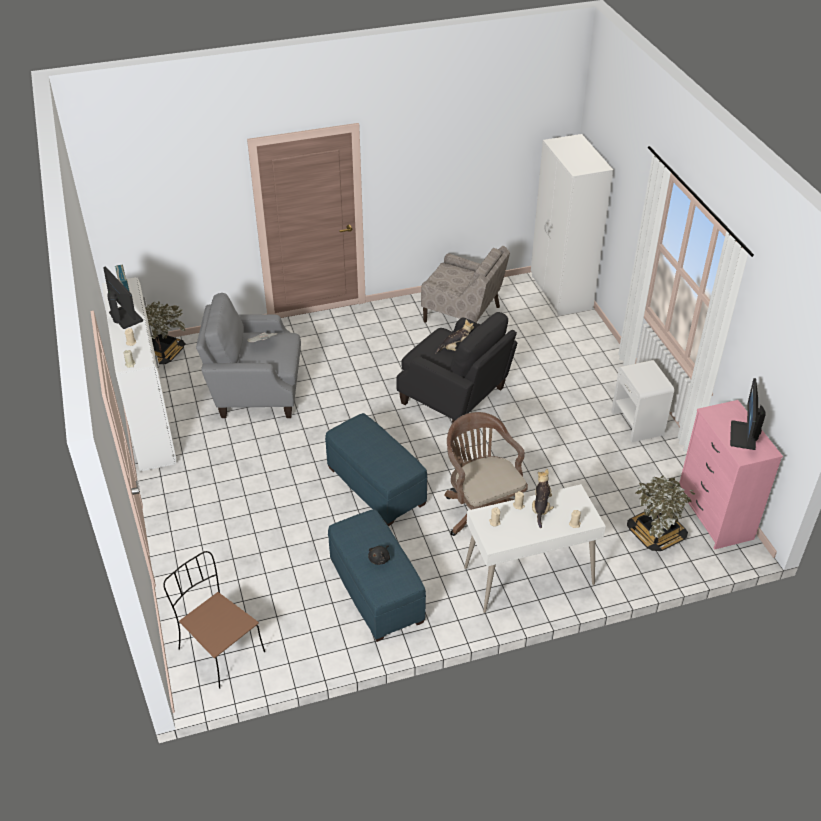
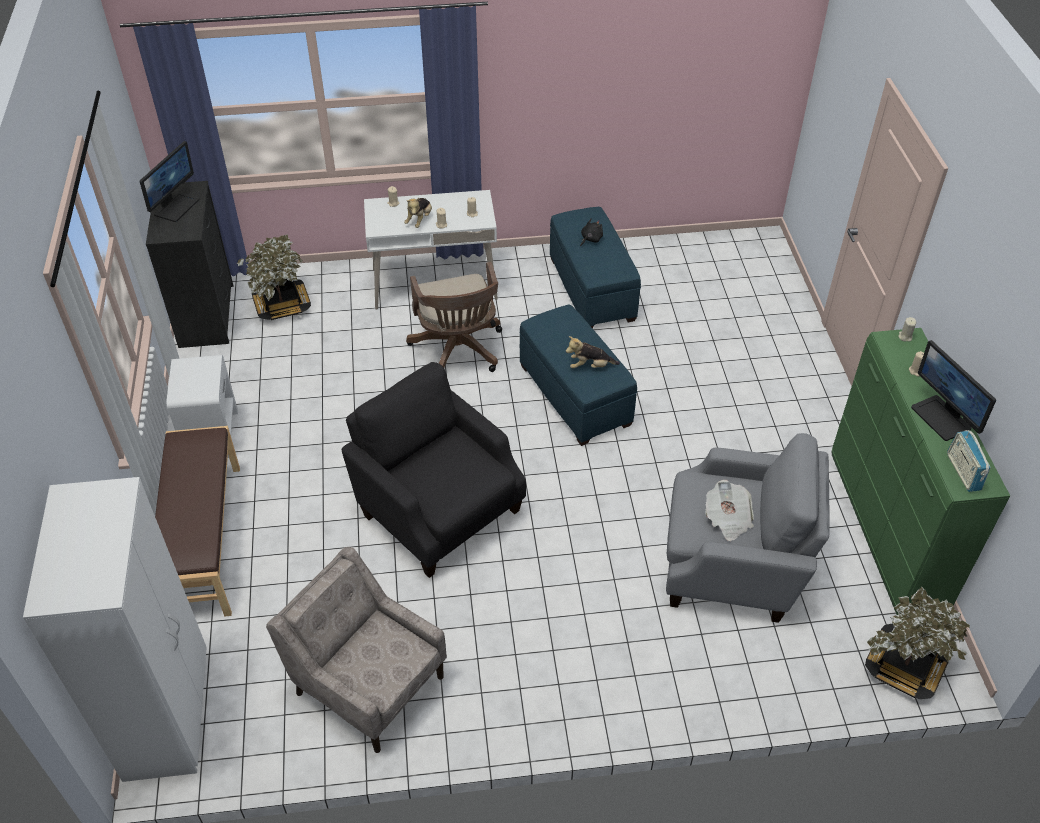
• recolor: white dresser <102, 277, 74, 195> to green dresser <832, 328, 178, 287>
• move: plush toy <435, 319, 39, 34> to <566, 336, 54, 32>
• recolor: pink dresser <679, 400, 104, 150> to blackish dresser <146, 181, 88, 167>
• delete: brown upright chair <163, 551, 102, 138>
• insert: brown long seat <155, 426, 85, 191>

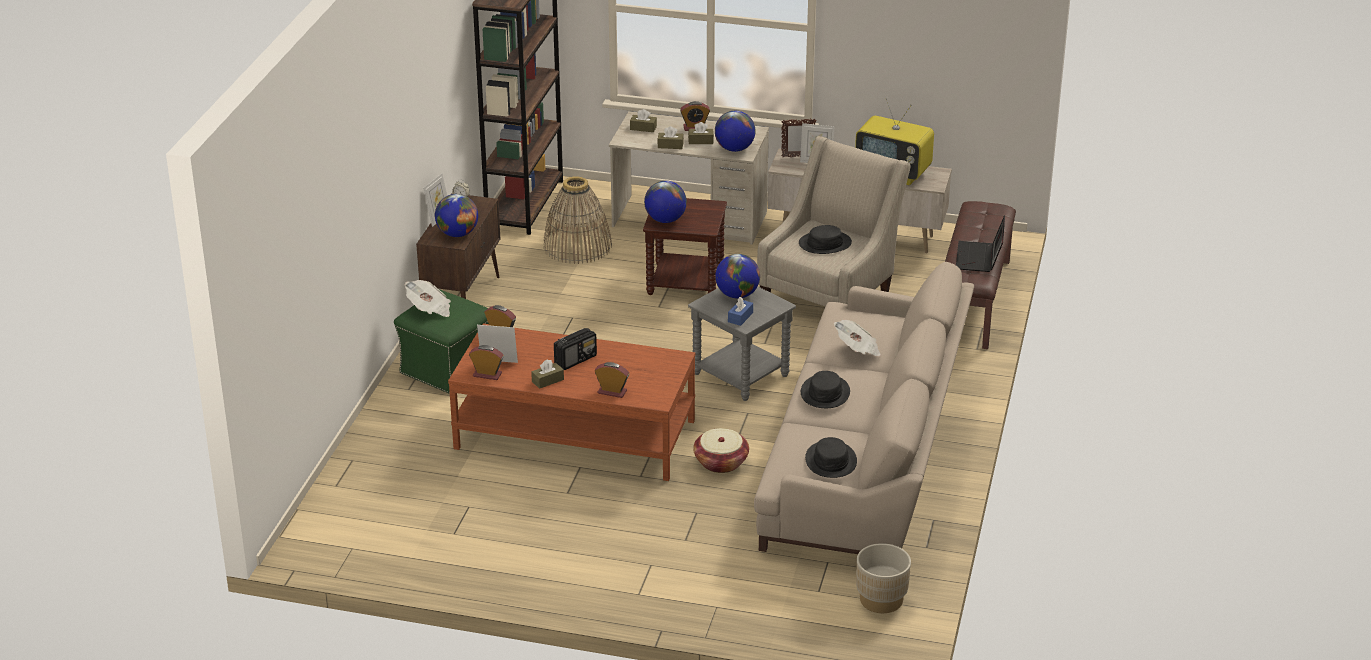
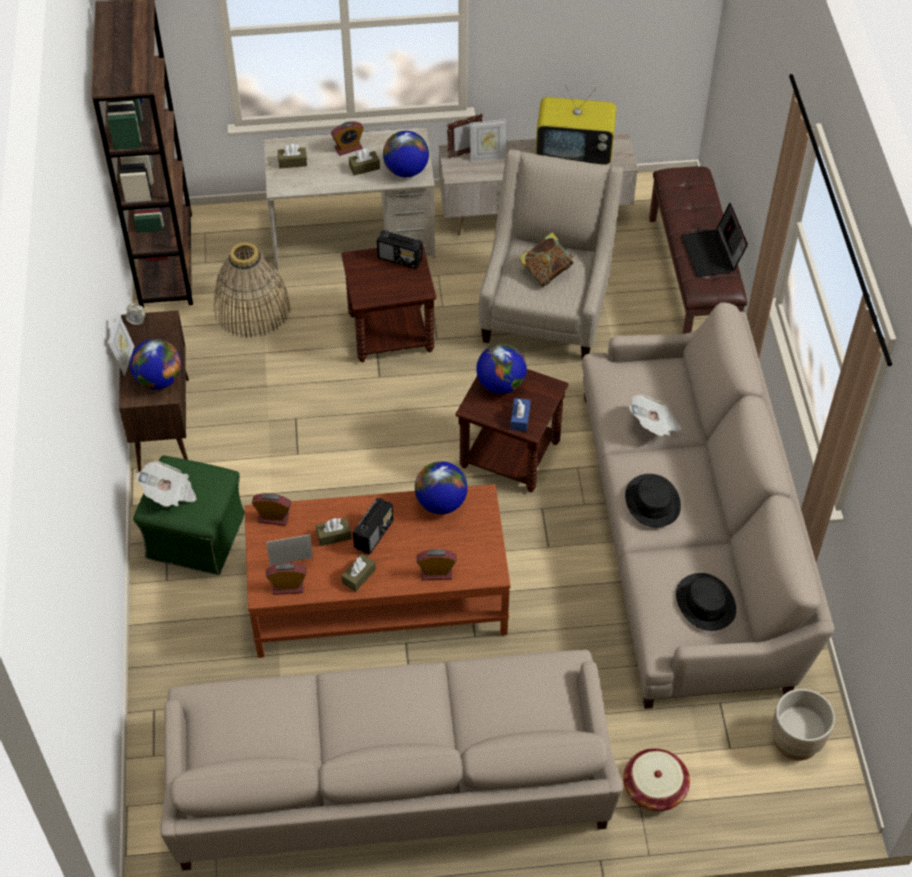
• move: brown tissue holder <657, 126, 27, 23> to <316, 518, 36, 28>
• move: desk globe <644, 181, 43, 42> to <415, 461, 53, 53>
• replace: blackish wearable hat <799, 225, 53, 29> to book <519, 232, 55, 55>
• recolor: greyish side table <688, 287, 108, 114> to brown side table <455, 369, 113, 123>
• move: basket <693, 428, 56, 45> to <623, 748, 67, 63>
• insert: radio receiver <377, 230, 46, 39>
• insert: beige couch <160, 650, 463, 221>

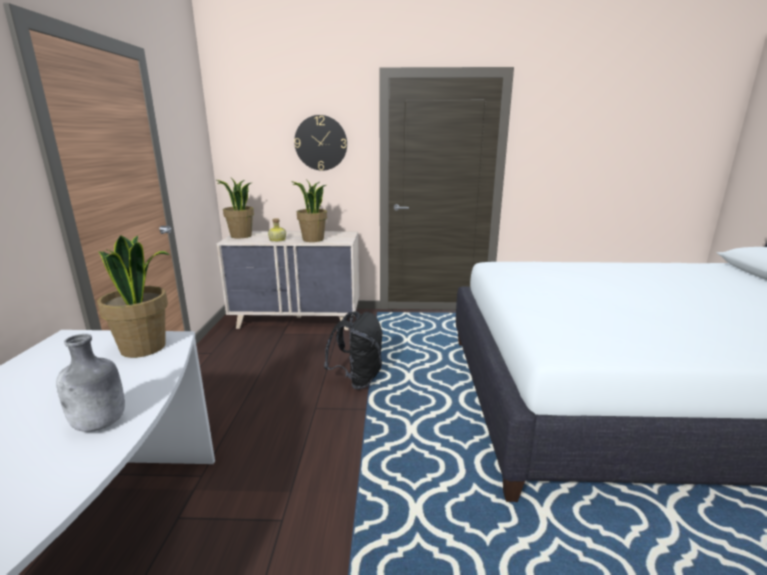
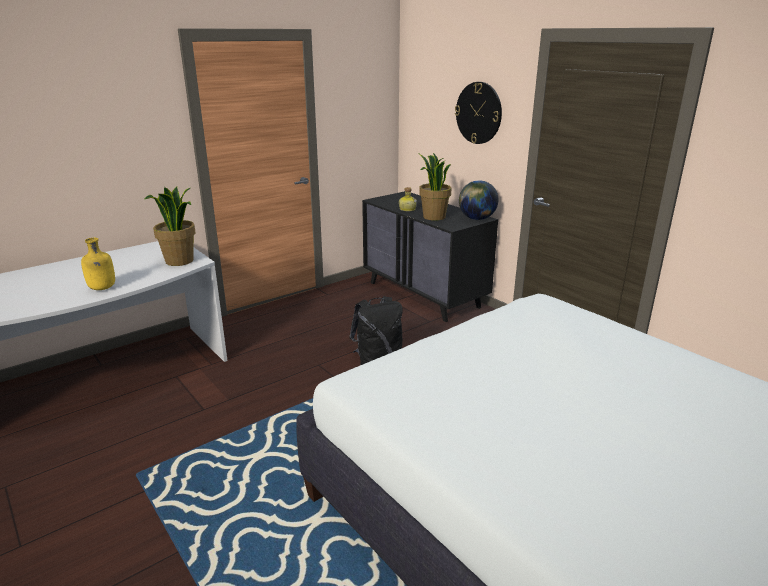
• delete: potted plant <217, 178, 37, 60>
• recolor: beige dresser <217, 231, 142, 99> to blackish dresser <362, 191, 136, 131>
• recolor: greyish bottle <56, 334, 69, 98> to yellow-coloured bottle <81, 238, 34, 52>
• insert: desk globe <459, 180, 40, 40>

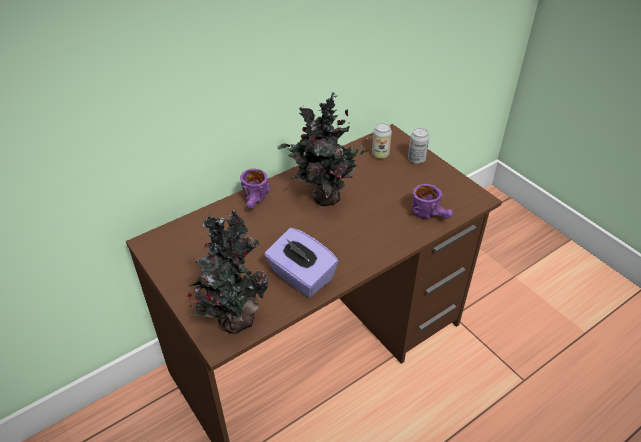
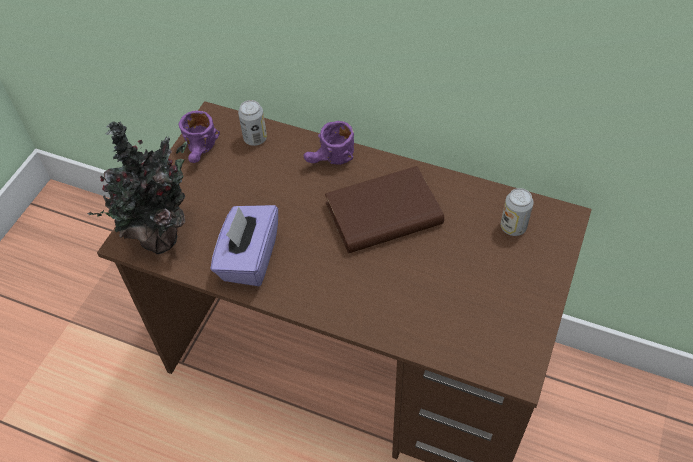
• replace: potted plant <277, 92, 94, 114> to brown book <325, 166, 119, 87>
• move: metal can <408, 128, 21, 36> to <238, 100, 29, 46>
• move: purple mug <412, 184, 41, 35> to <178, 110, 42, 53>

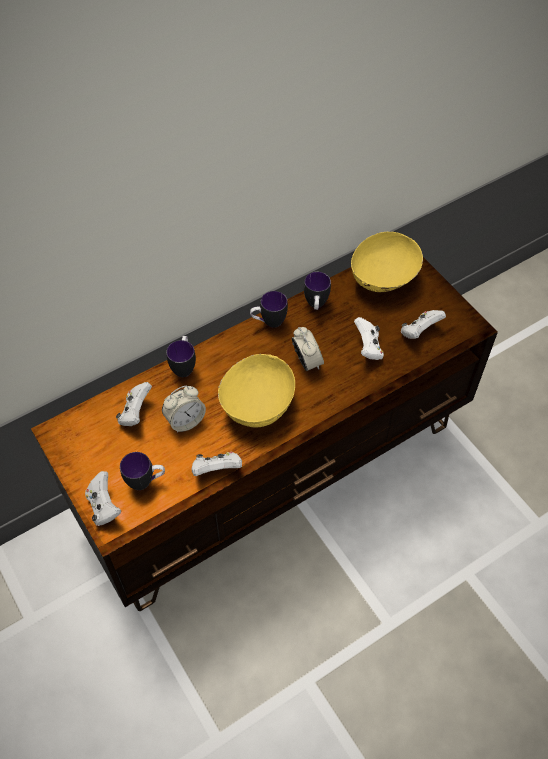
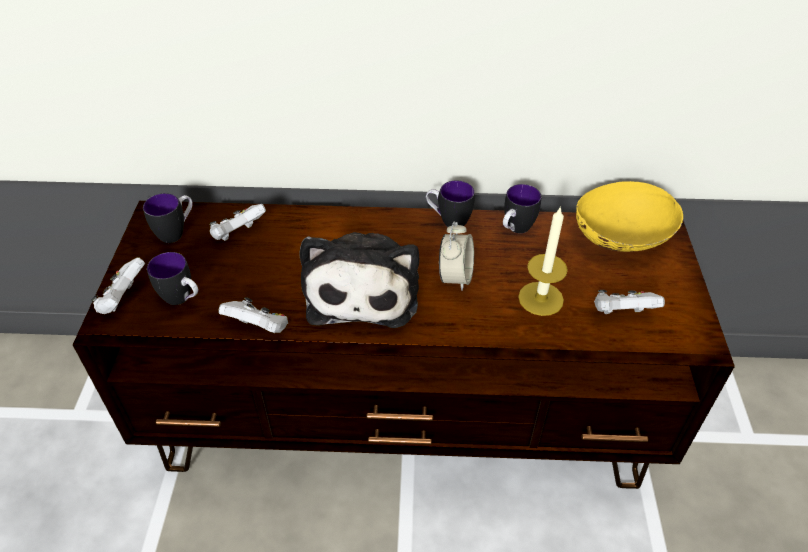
• replace: white gamepad <354, 317, 30, 43> to candle <518, 206, 50, 110>
• move: mug <166, 336, 30, 41> to <143, 193, 50, 50>
• replace: yellow-coloured bowl <218, 354, 77, 74> to plush toy <300, 232, 119, 96>
• delete: table clock <162, 386, 44, 47>

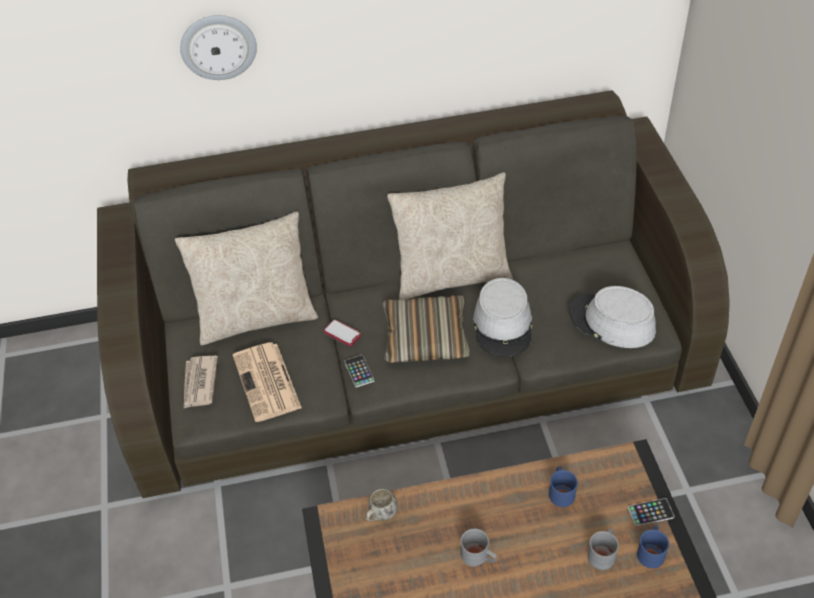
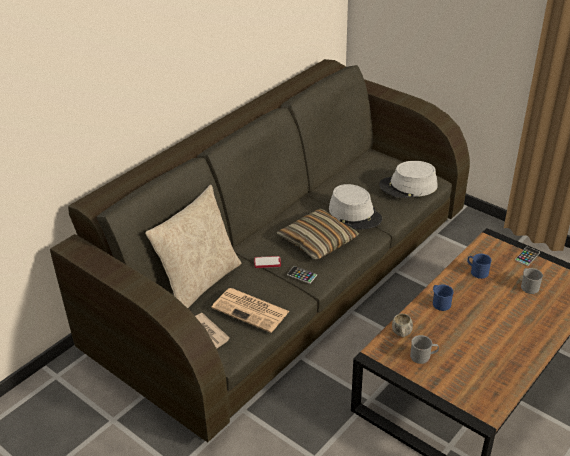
• delete: clock on the wall <180, 15, 77, 65>
• delete: beige cushion <387, 172, 126, 128>
• move: bluish mug <637, 525, 32, 43> to <433, 284, 21, 27>
• move: greyish mug <460, 529, 37, 38> to <410, 335, 29, 29>

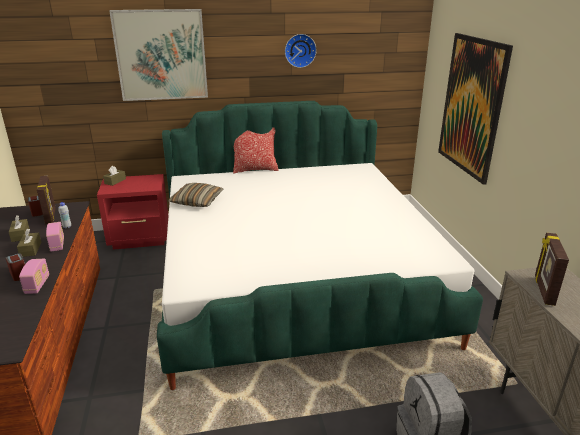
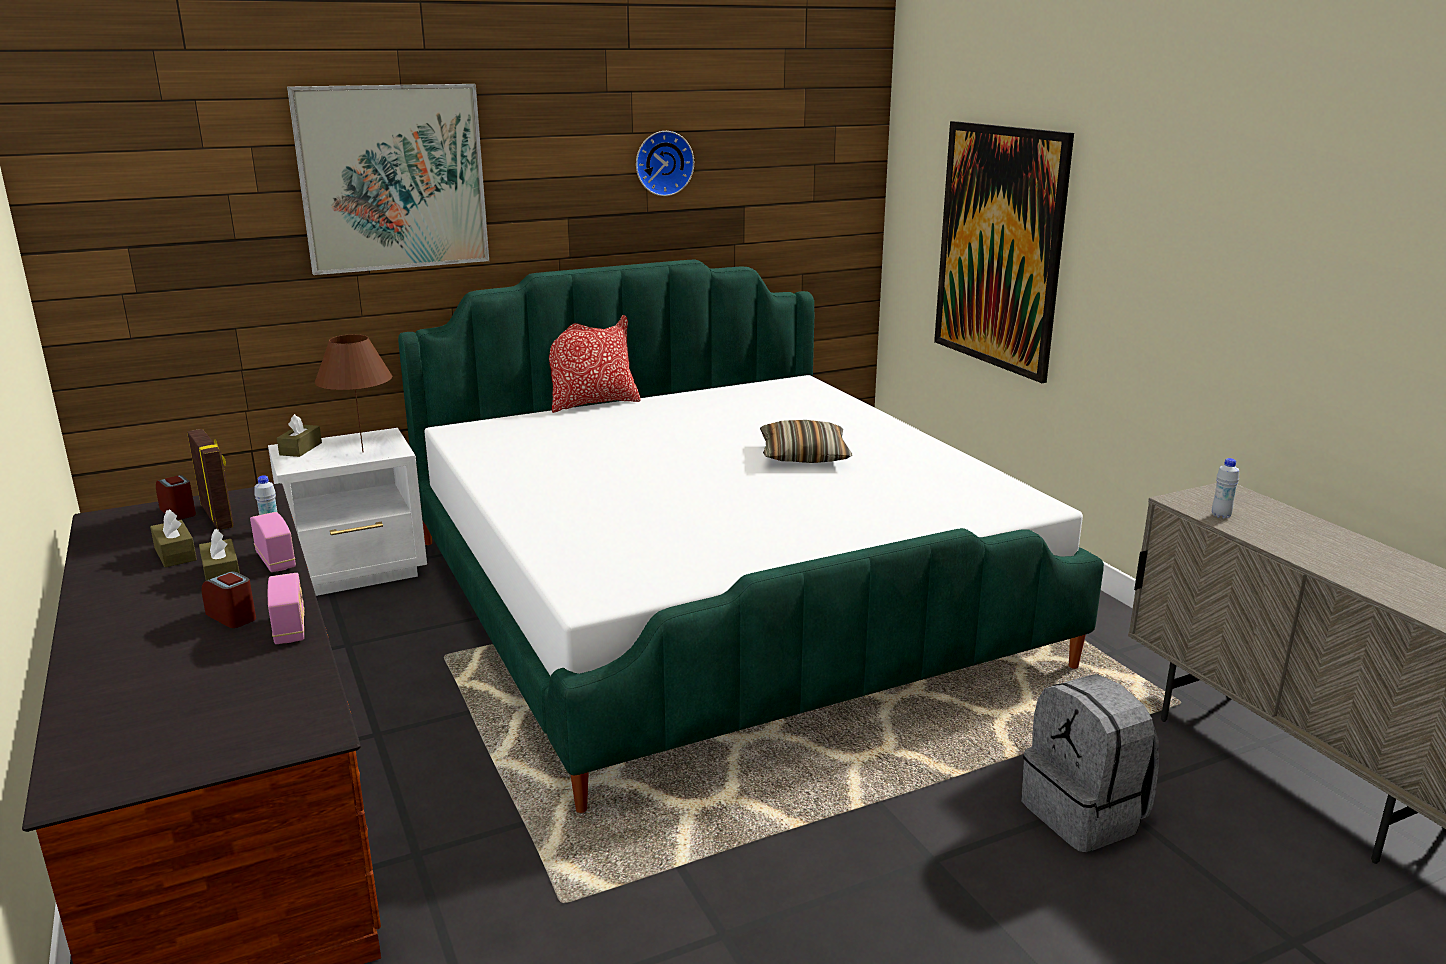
• recolor: red-coloured bedside table <97, 174, 72, 76> to white bedside table <268, 428, 159, 168>
• move: cushion <168, 183, 55, 24> to <760, 420, 92, 43>
• replace: standing frame <535, 233, 34, 73> to white bottle <1212, 458, 27, 61>
• insert: brown tabletop lamp <315, 334, 77, 118>

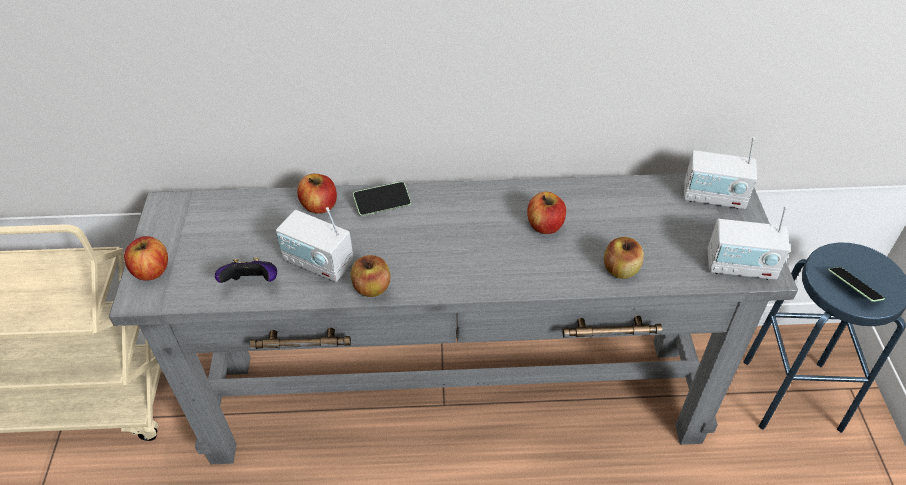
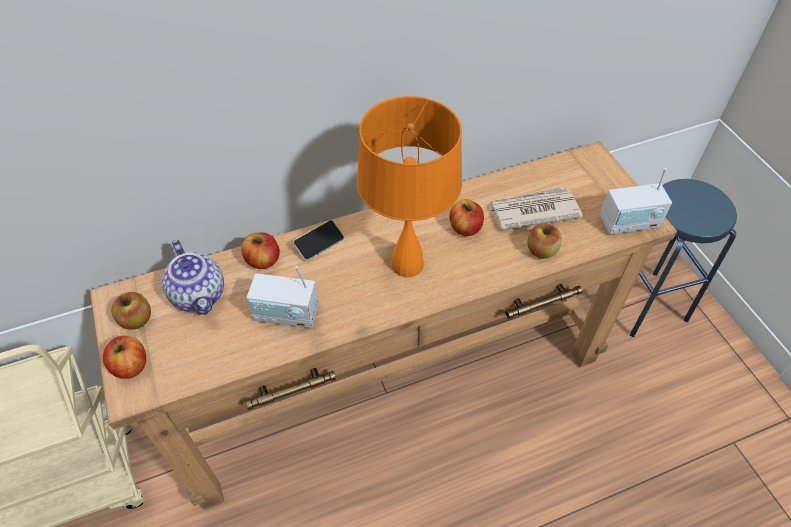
• delete: radio receiver <684, 137, 73, 72>
• recolor: greyish console table <109, 173, 689, 291> to brown console table <90, 141, 587, 369>
• move: apple fruit <351, 255, 39, 42> to <111, 292, 40, 37>
• delete: gamepad <215, 258, 62, 25>
• delete: handset <828, 267, 57, 35>
• insert: orange tabletop lamp <357, 96, 105, 181>
• insert: daily paper <488, 187, 95, 43>
• insert: teapot <162, 240, 62, 75>

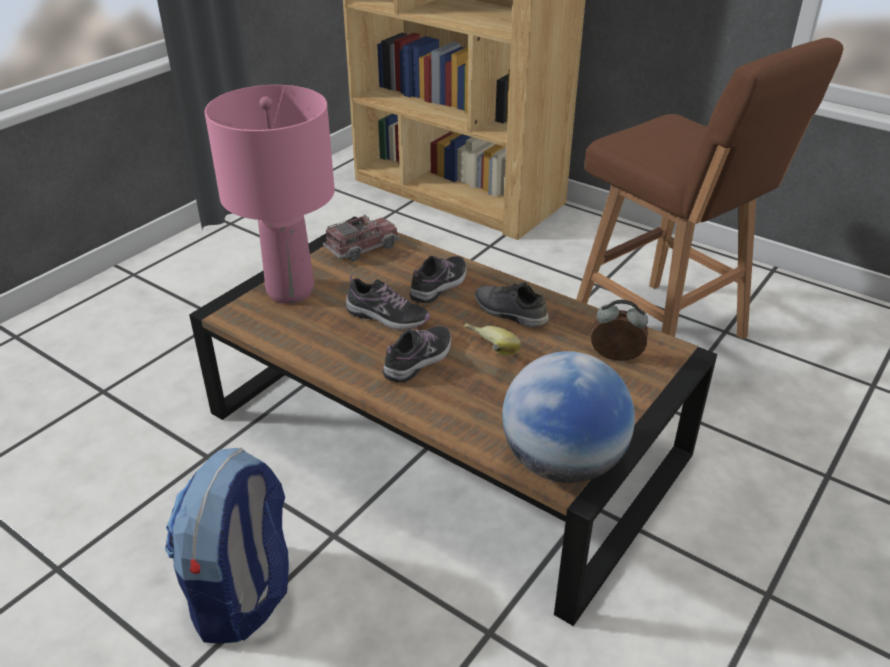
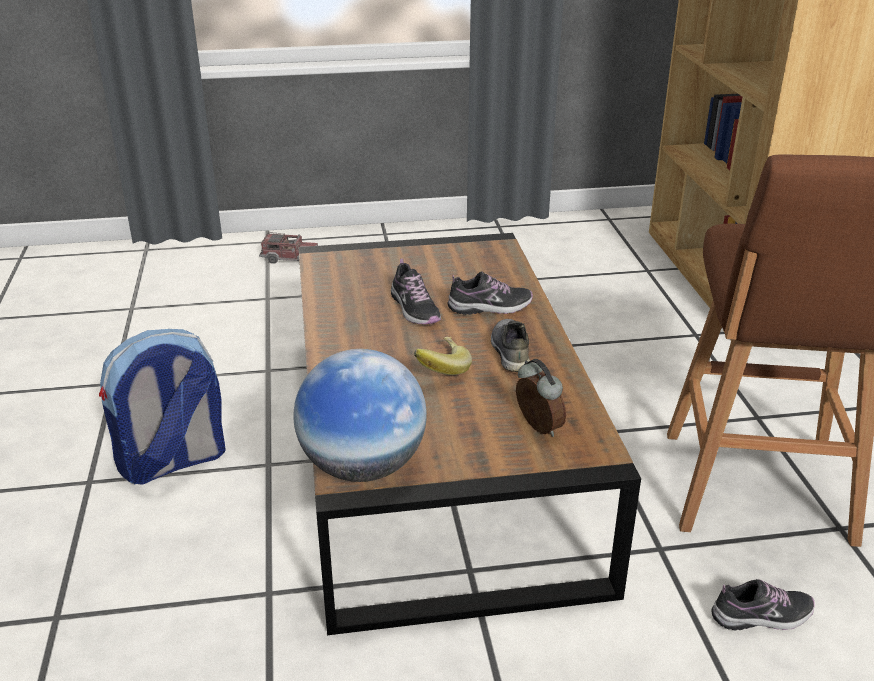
• delete: pink tabletop lamp <205, 85, 130, 219>
• move: model truck <323, 214, 76, 48> to <259, 232, 59, 32>
• move: low shoe <383, 326, 69, 56> to <712, 579, 103, 51>

